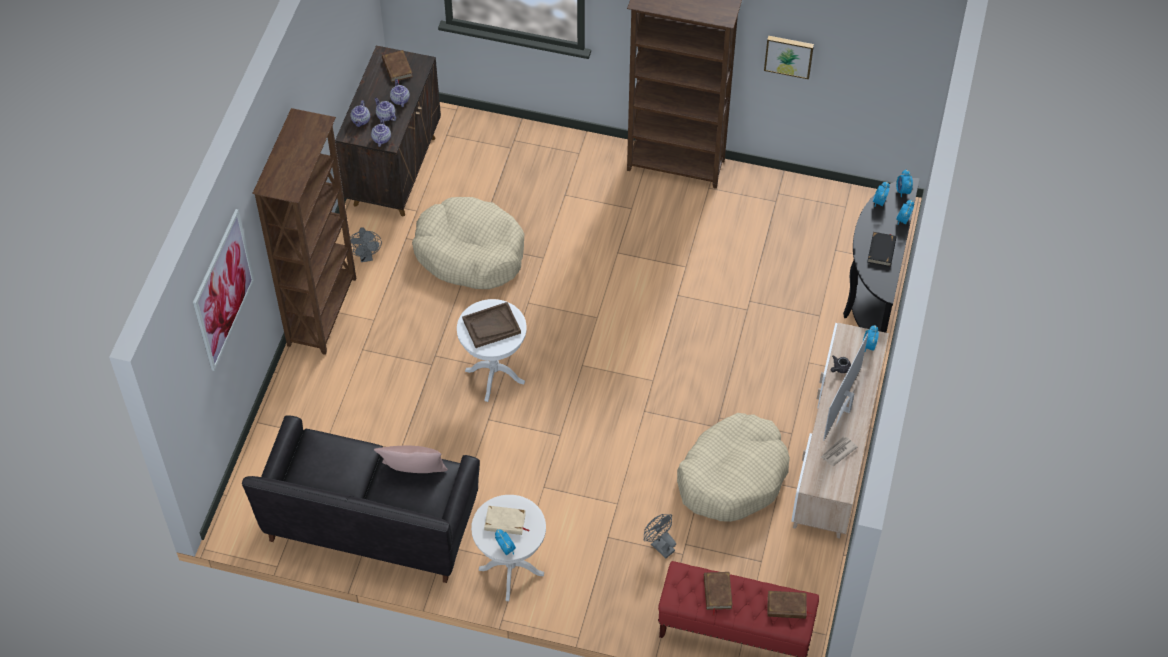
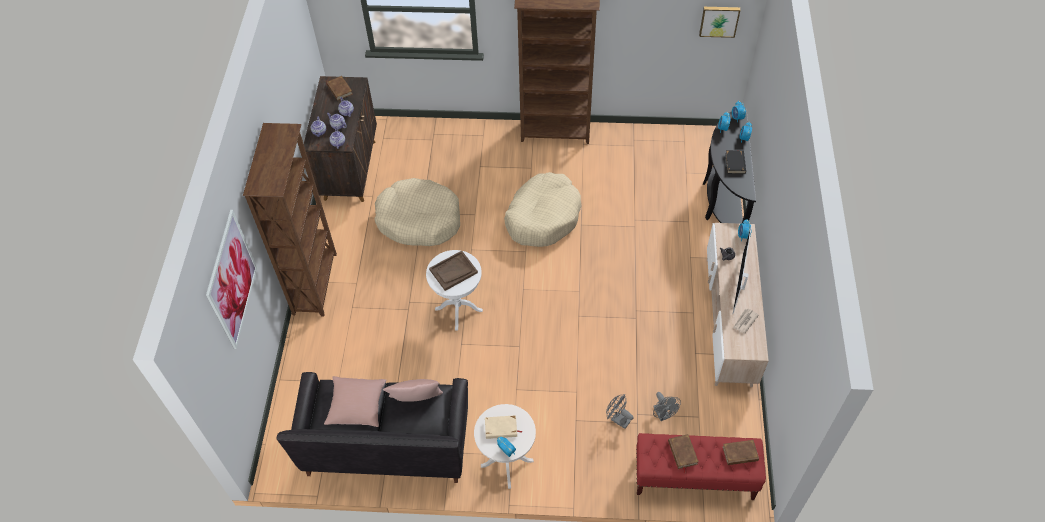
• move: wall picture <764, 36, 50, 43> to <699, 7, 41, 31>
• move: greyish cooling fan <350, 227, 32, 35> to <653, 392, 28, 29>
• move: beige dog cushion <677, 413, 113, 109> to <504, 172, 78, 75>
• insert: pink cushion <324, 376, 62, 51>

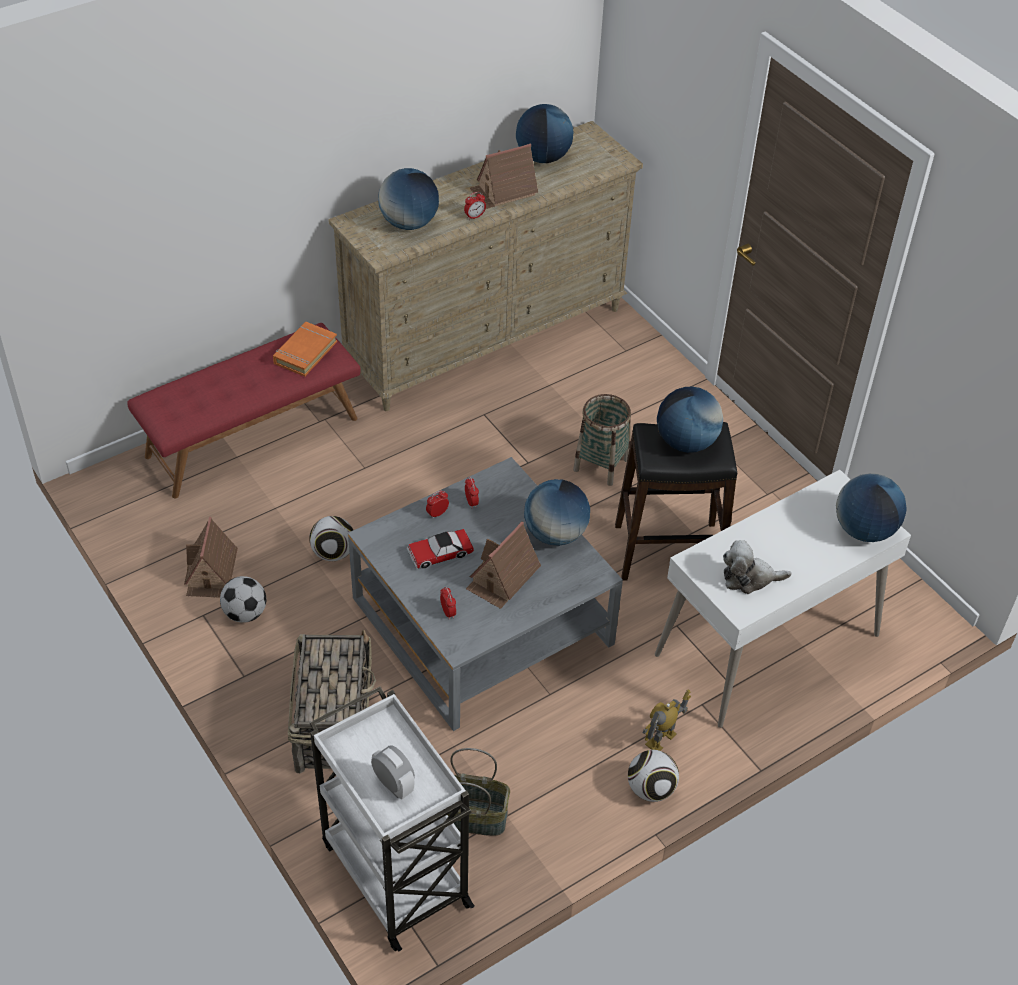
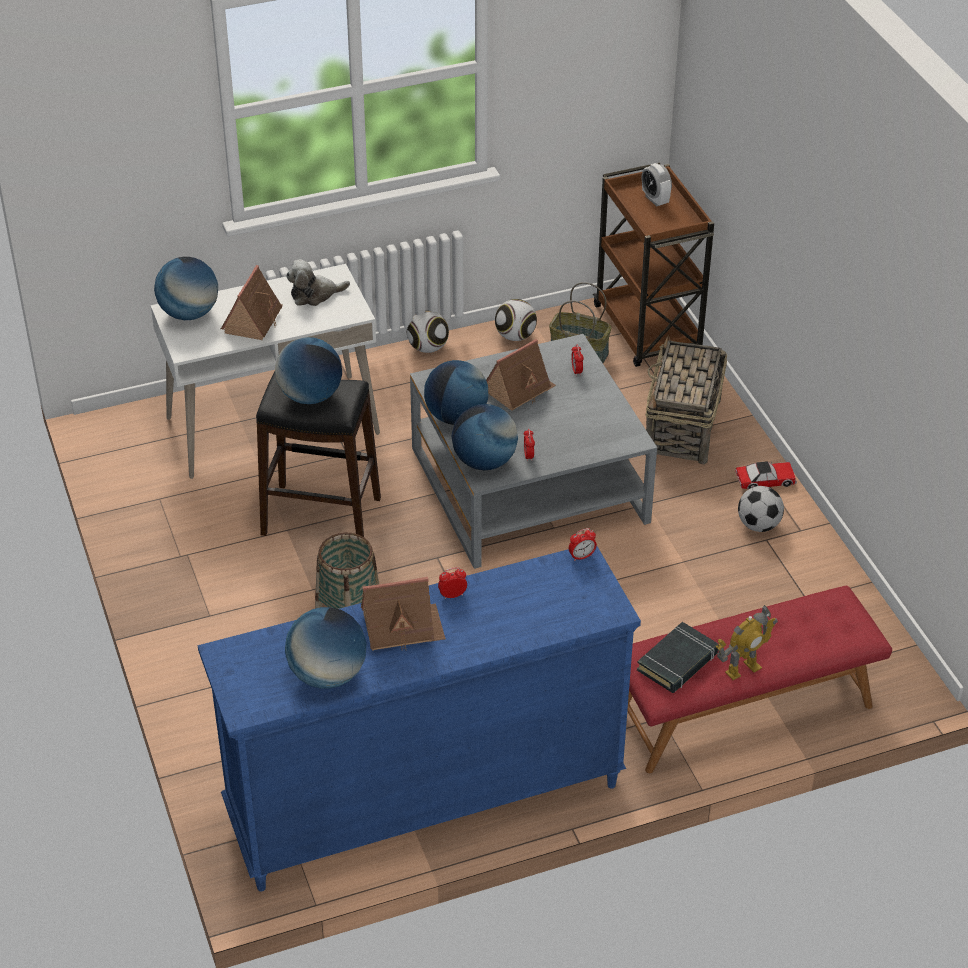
• recolor: beige dresser <328, 121, 315, 290> to bluish dresser <198, 546, 443, 346>
• move: desk globe <378, 168, 61, 62> to <452, 404, 66, 66>
• recolor: orange book <273, 322, 64, 54> to blackish book <637, 622, 81, 71>
• move: table clock <426, 490, 23, 29> to <569, 528, 28, 33>
• move: football ball <309, 516, 44, 45> to <495, 299, 42, 42>
• move: miniature house <184, 517, 54, 81> to <221, 265, 62, 75>
• move: miniature car <407, 529, 67, 40> to <735, 461, 62, 28>
• rotate: plush toy <723, 540, 69, 54> = <286, 259, 64, 47> 150 degrees clockwise
• recolor: white wheeled cart <310, 686, 165, 265> to brown wheeled cart <593, 162, 121, 205>
• move: model robot <643, 689, 48, 62> to <716, 605, 62, 75>

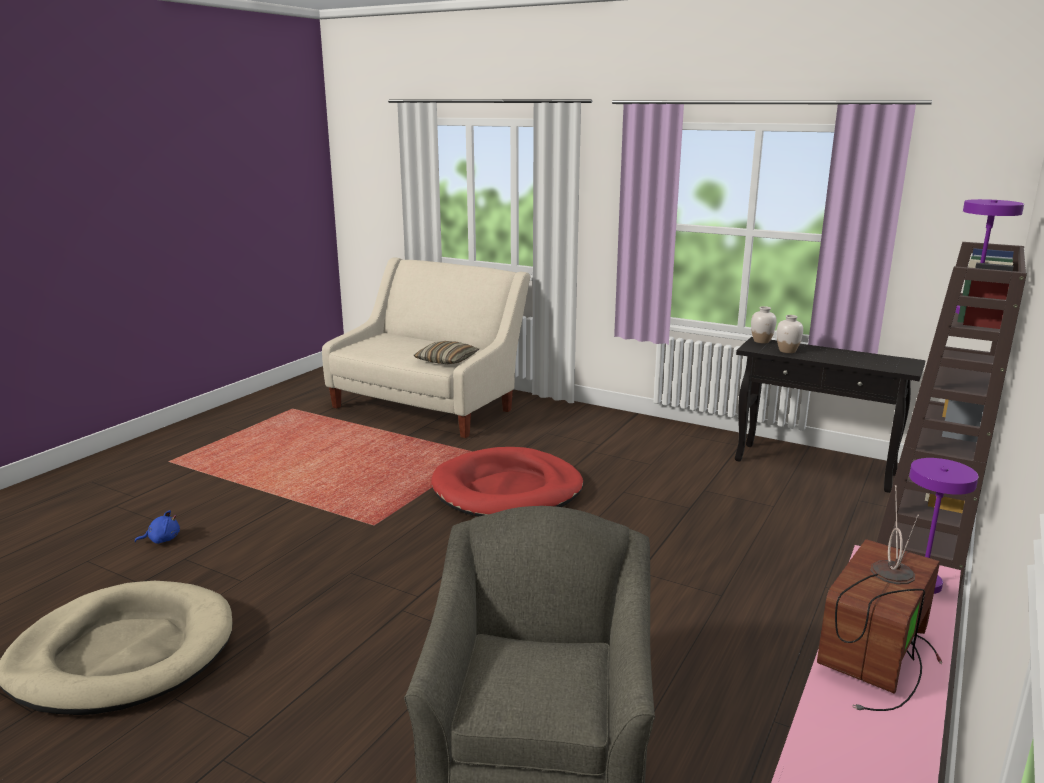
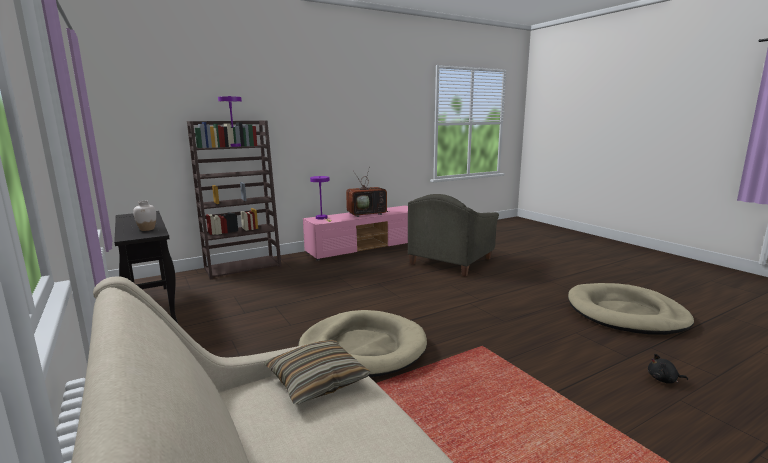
• delete: white decorative vase <751, 306, 26, 37>
• recolor: red-coloured dog cushion <431, 447, 152, 70> to beige dog cushion <298, 310, 129, 67>
• recolor: bluish plush toy <134, 510, 46, 34> to blackish plush toy <648, 354, 40, 29>

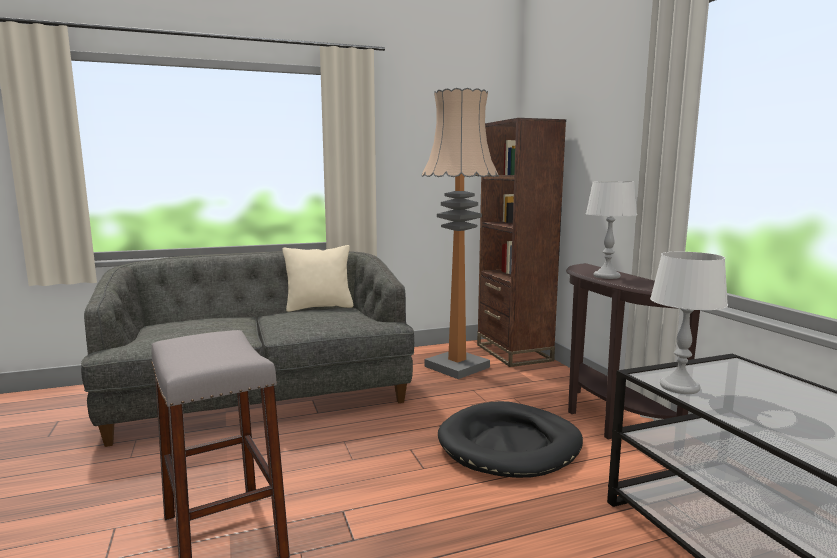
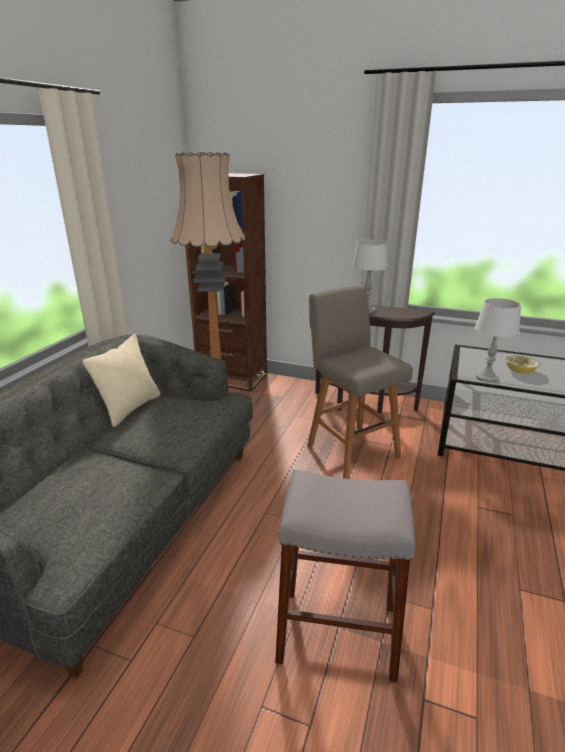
• replace: blackish dog cushion <438, 401, 145, 77> to greyish sitting stool <307, 285, 106, 194>
• insert: bowl <504, 355, 37, 19>

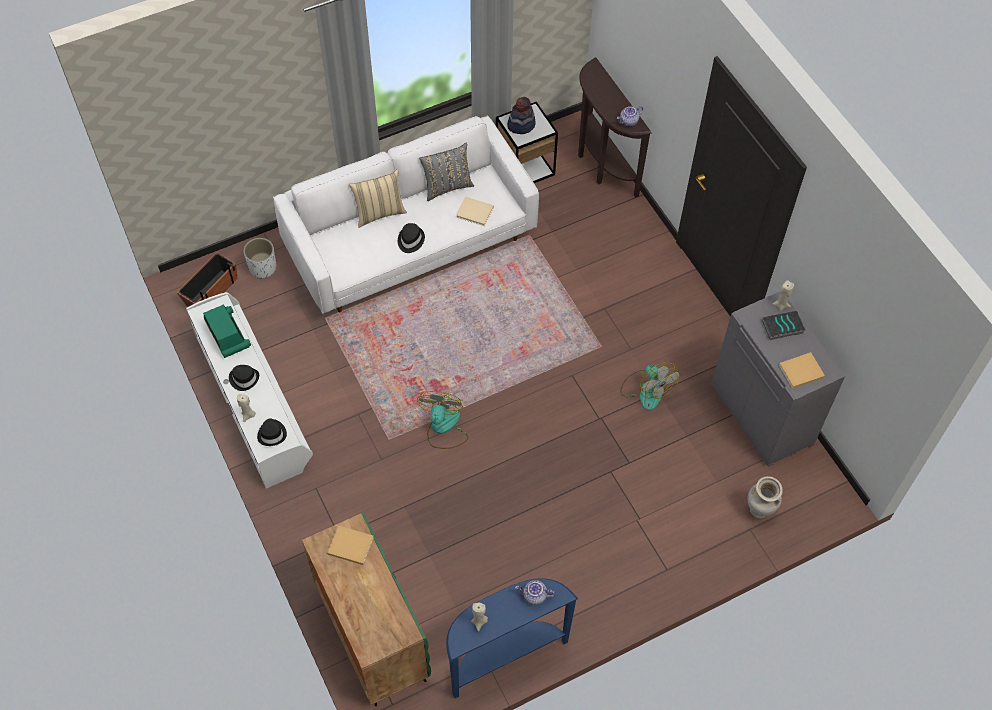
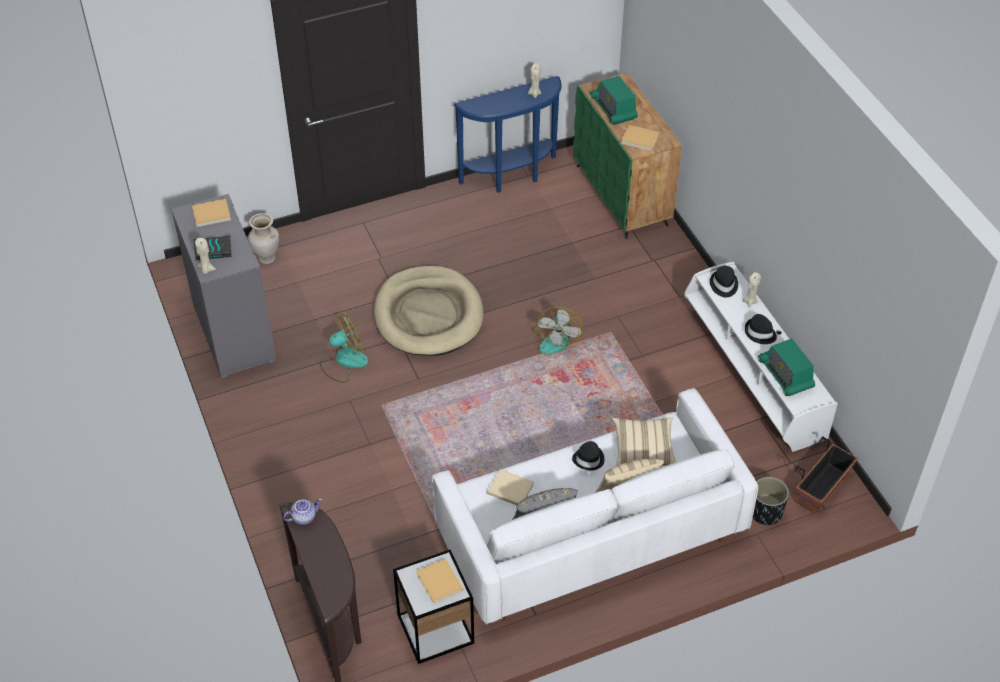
• replace: wearable hat <507, 97, 29, 37> to beige book <416, 558, 47, 46>
• recolor: white flower pot <244, 238, 33, 41> to blackish flower pot <753, 477, 36, 49>
• rotate: cooling fan <620, 362, 60, 49> = <320, 312, 49, 71> 90 degrees clockwise
• delete: teapot <515, 580, 40, 25>
• insert: radio receiver <590, 76, 48, 49>
• insert: beige dog cushion <374, 266, 109, 90>
• insert: beige cushion <612, 417, 64, 49>

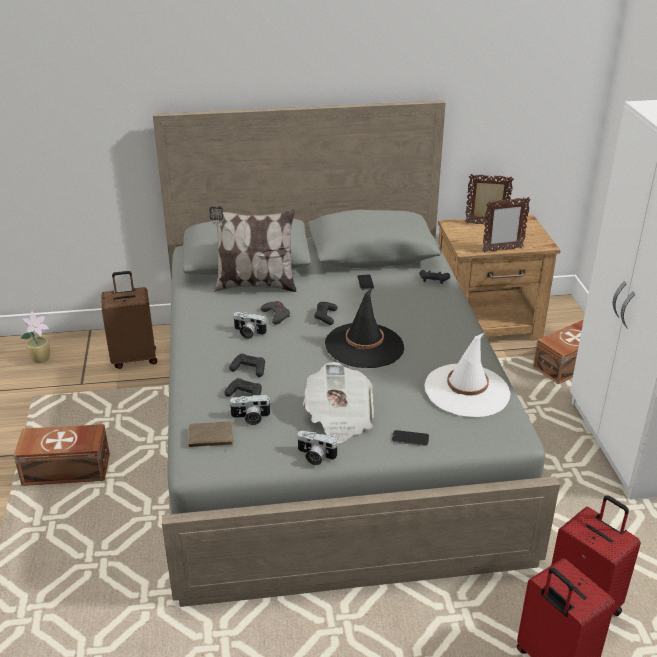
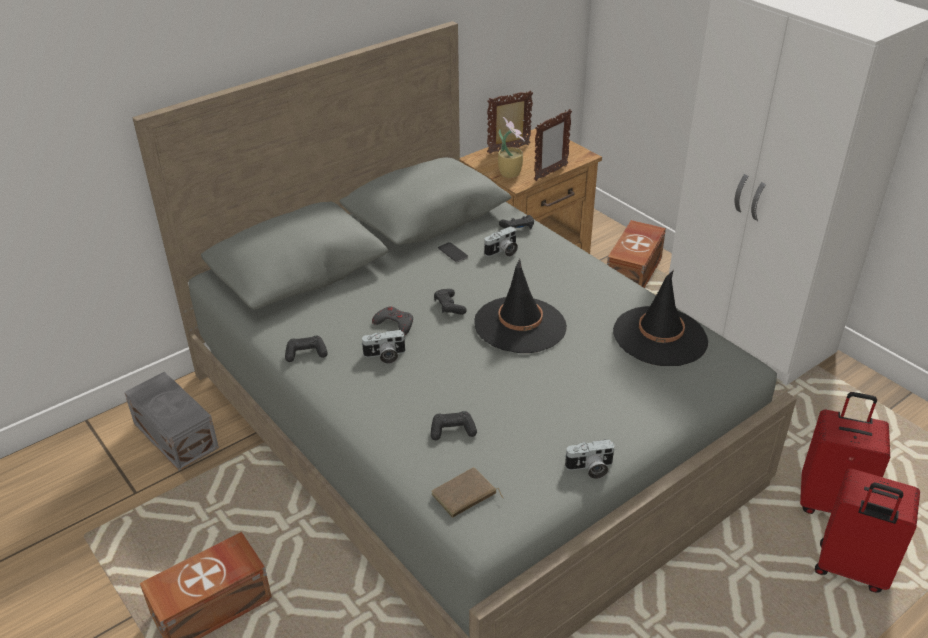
• delete: cushion <209, 206, 88, 86>
• replace: brown piece of luggage <101, 271, 56, 98> to greyish storage bin <124, 371, 95, 100>
• move: potted plant <20, 311, 30, 52> to <498, 117, 27, 61>
• recolor: white wearable hat <424, 333, 87, 85> to blackish wearable hat <613, 270, 95, 96>
• move: blackish gamepad <229, 354, 36, 23> to <285, 336, 43, 26>
• delete: daily paper <303, 362, 71, 81>
• move: still camera <230, 395, 40, 30> to <484, 226, 34, 31>
• delete: handset <392, 430, 37, 16>

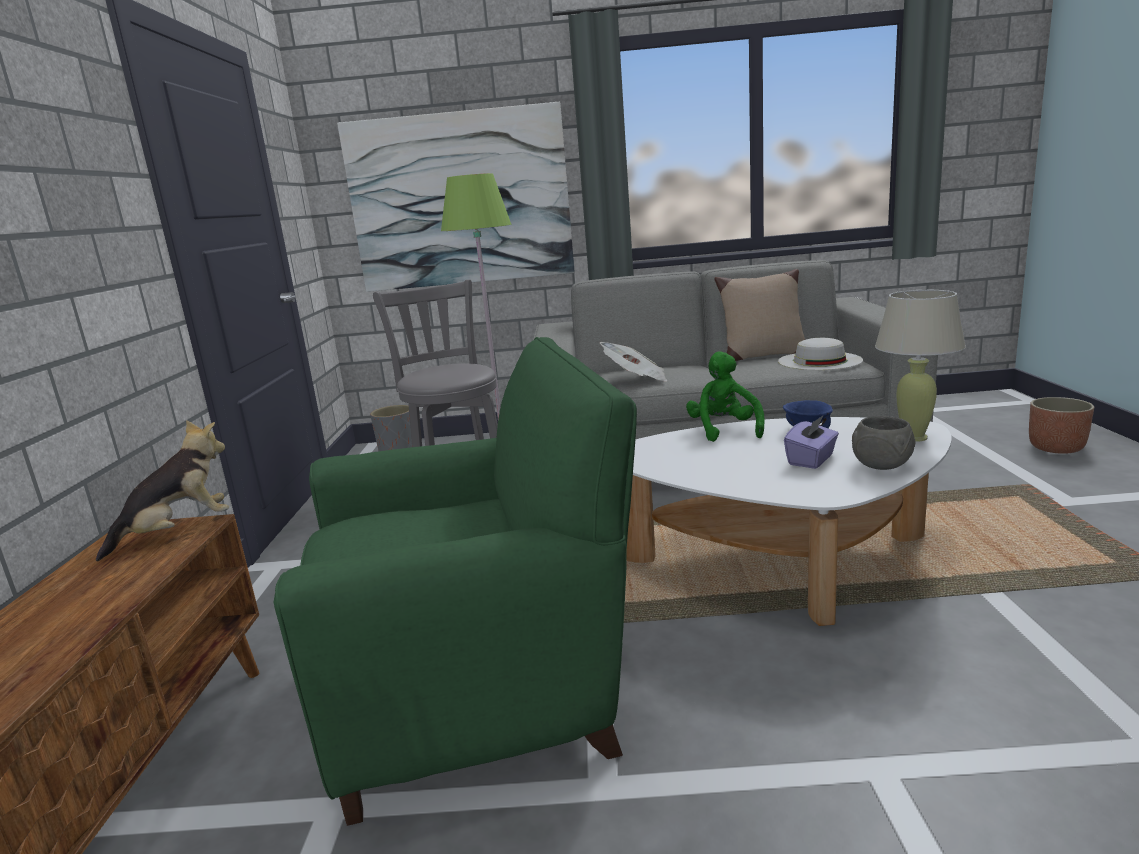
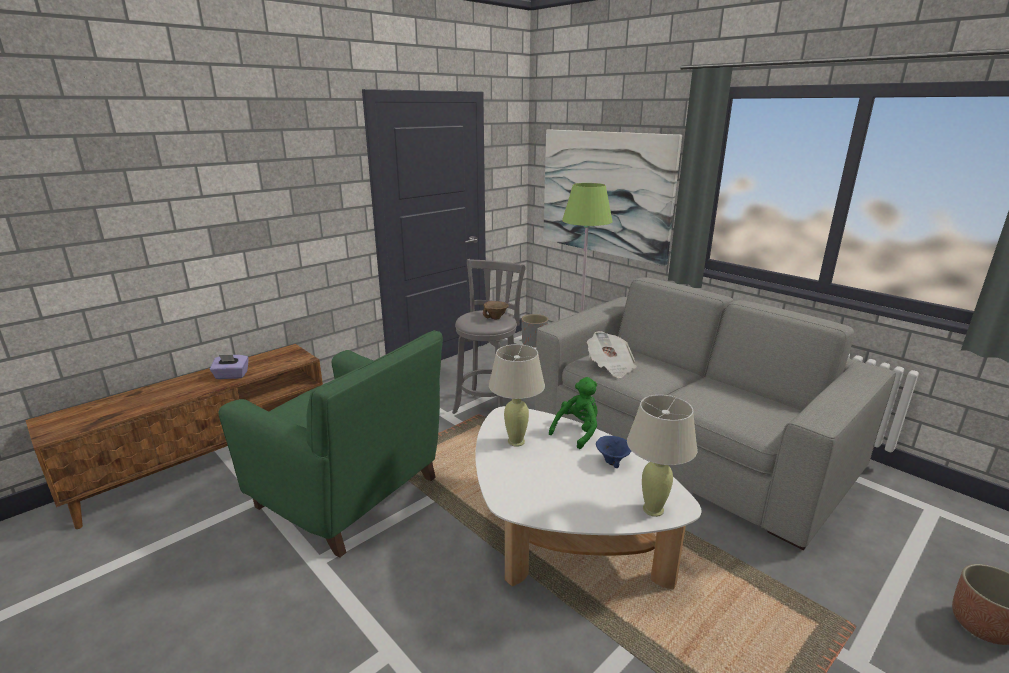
• delete: beige cushion <714, 269, 91, 92>
• delete: white wearable hat <778, 338, 85, 32>
• move: purple tissue holder <784, 415, 55, 54> to <210, 355, 39, 24>
• delete: greyish bowl <852, 416, 63, 54>
• delete: plush toy <96, 420, 133, 141>
• insert: brown bowl <483, 301, 26, 18>
• insert: beige tabletop lamp <489, 344, 56, 103>

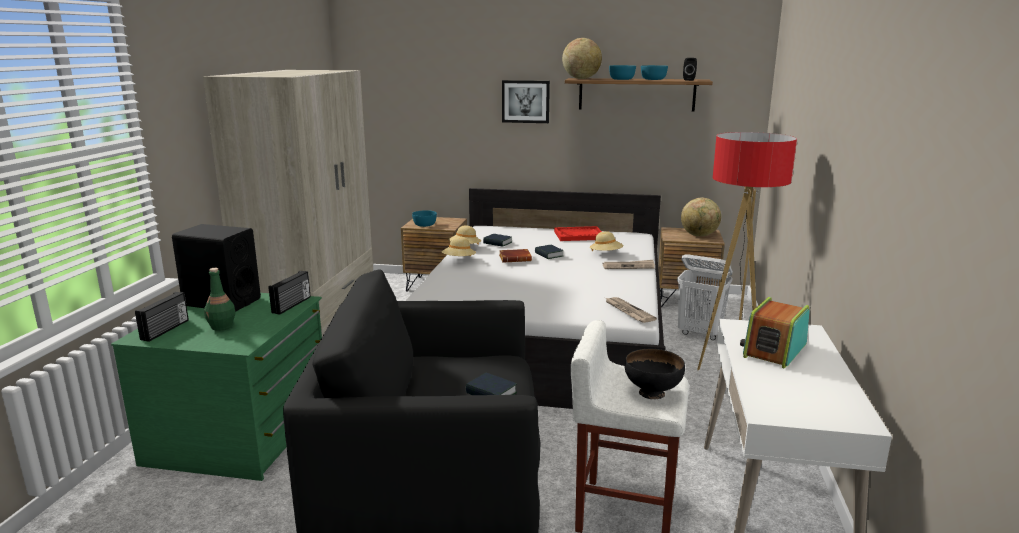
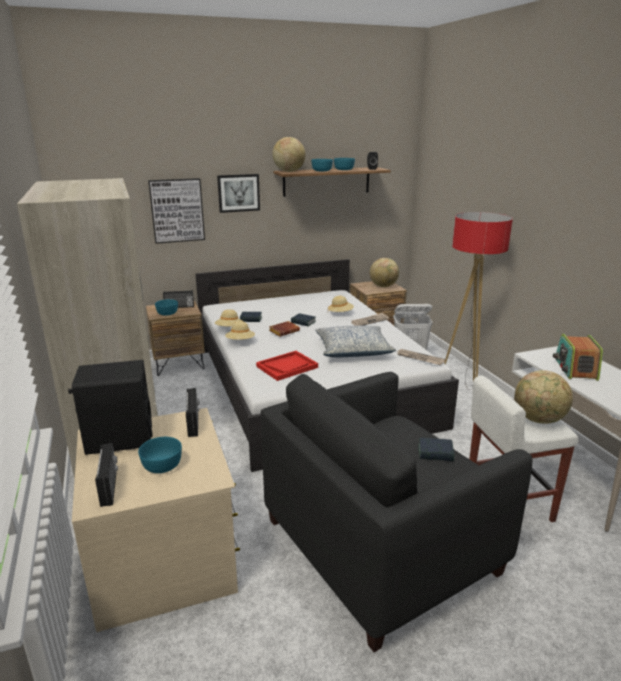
• move: red-coloured tray <554, 226, 48, 15> to <256, 351, 62, 30>
• replace: green bottle <204, 268, 31, 63> to turquoise bowl <138, 437, 44, 36>
• recolor: green dresser <111, 293, 211, 188> to beige dresser <72, 408, 168, 224>
• replace: blackish bowl <624, 349, 61, 50> to desk globe <515, 370, 58, 54>
• insert: wall picture <148, 178, 57, 66>
• insert: radio receiver <163, 290, 31, 18>
• insert: cushion <315, 326, 81, 31>

